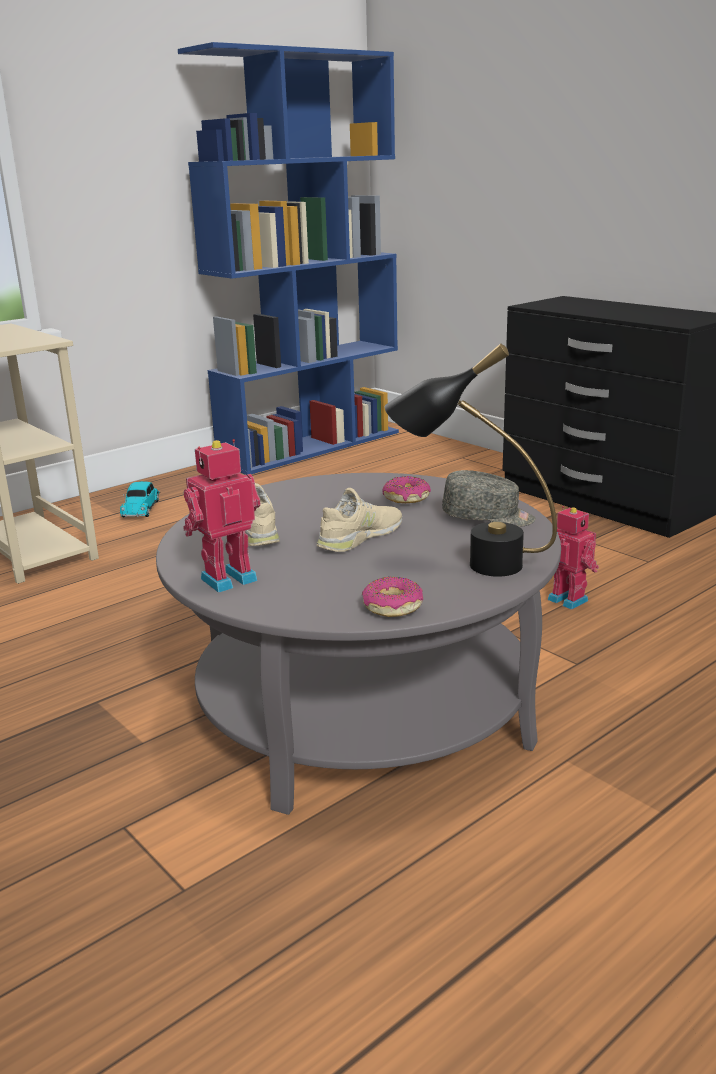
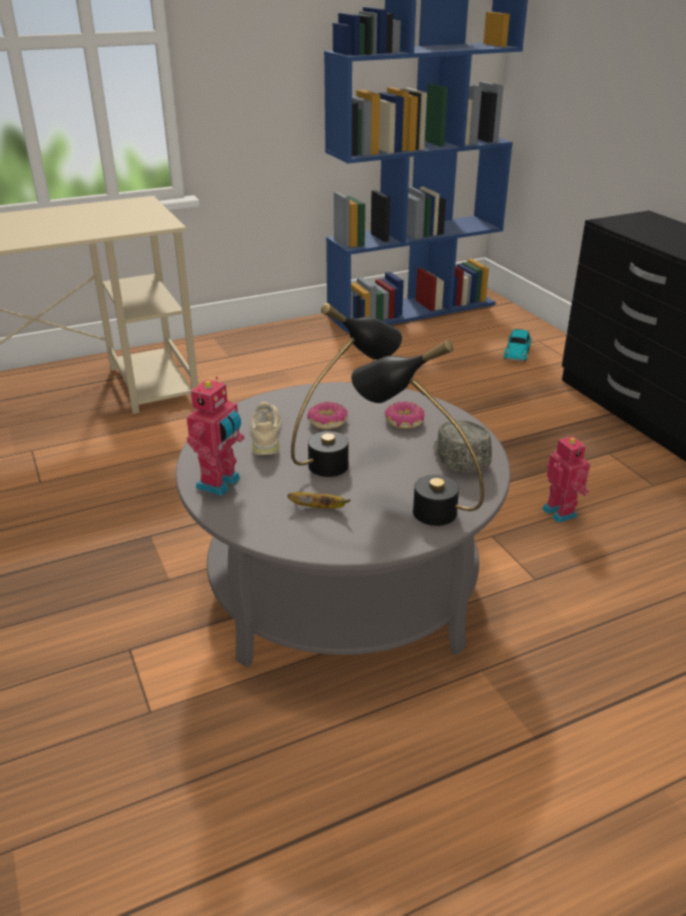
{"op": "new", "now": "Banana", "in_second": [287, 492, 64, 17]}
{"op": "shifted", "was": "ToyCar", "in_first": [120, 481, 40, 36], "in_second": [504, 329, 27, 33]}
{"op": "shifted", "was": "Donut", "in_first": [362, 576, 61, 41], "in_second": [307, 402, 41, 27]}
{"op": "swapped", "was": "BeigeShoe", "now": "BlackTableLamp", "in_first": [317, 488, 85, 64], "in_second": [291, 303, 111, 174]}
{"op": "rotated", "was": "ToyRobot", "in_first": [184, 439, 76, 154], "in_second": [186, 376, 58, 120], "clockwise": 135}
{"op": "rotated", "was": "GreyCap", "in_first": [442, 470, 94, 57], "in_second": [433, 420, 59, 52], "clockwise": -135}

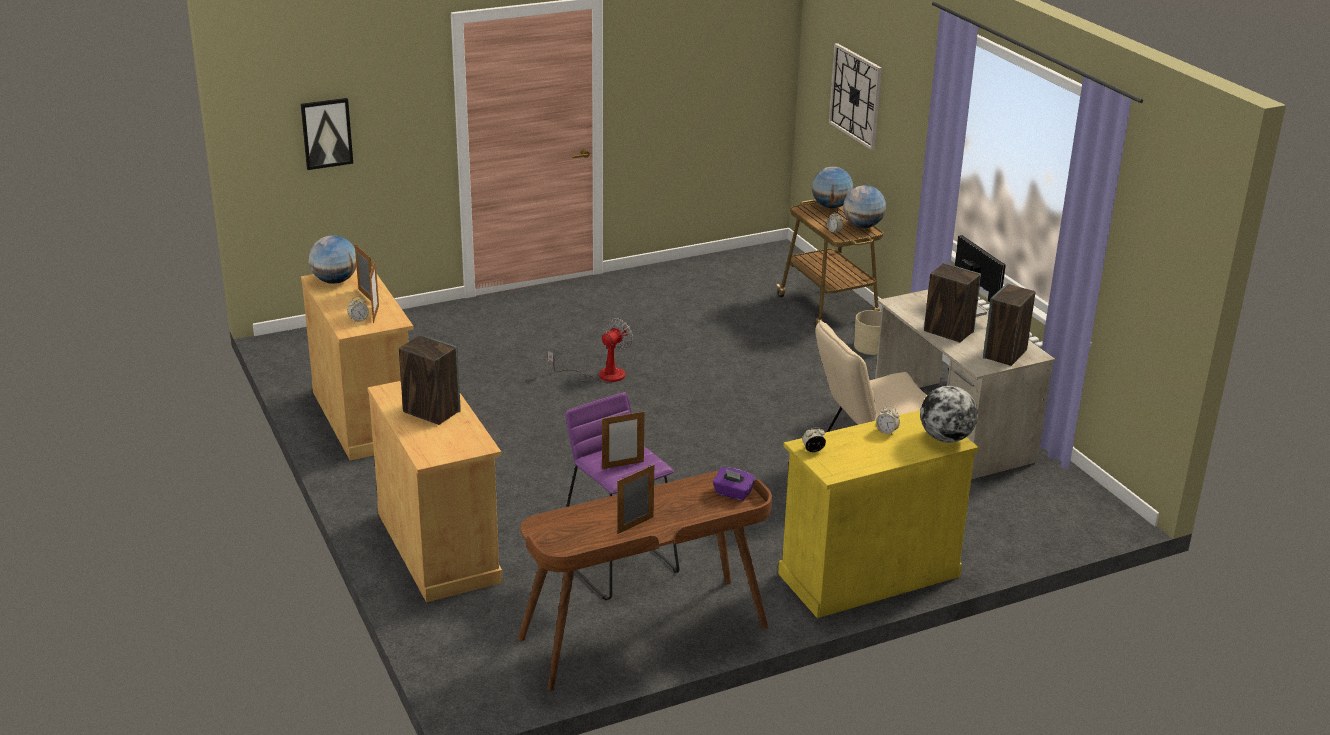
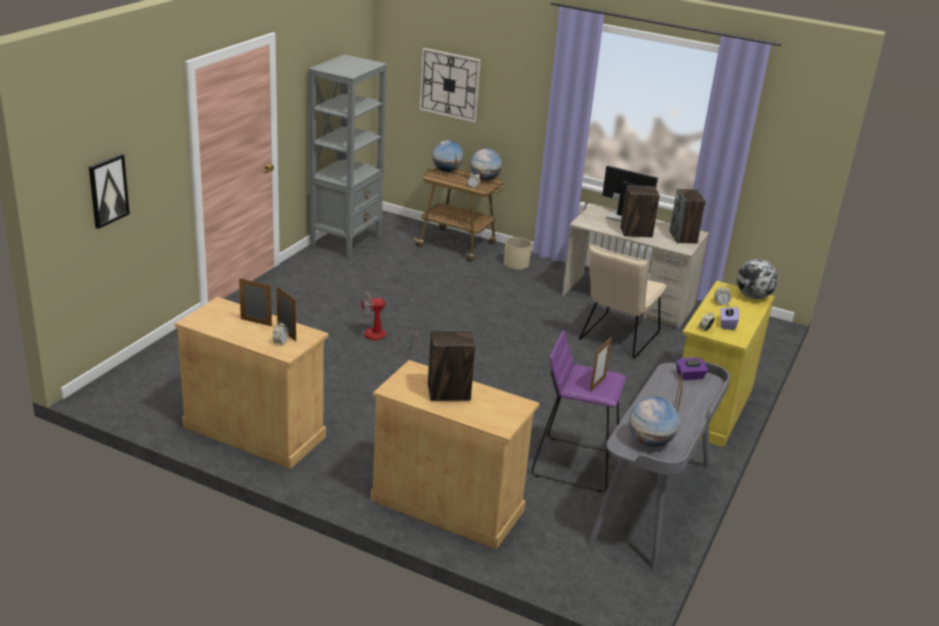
{"op": "new", "now": "GreyBookcase", "in_second": [308, 55, 80, 203]}
{"op": "new", "now": "PurpleTissueBox", "in_second": [720, 307, 19, 23]}
{"op": "shifted", "was": "Globe", "in_first": [309, 235, 48, 49], "in_second": [629, 397, 50, 50]}
{"op": "repainted", "was": "BrownDesk", "now": "GreyDesk", "in_first": [518, 471, 254, 220], "in_second": [587, 361, 143, 209]}
{"op": "rotated", "was": "Fan", "in_first": [547, 318, 86, 65], "in_second": [361, 291, 56, 61], "clockwise": -105}

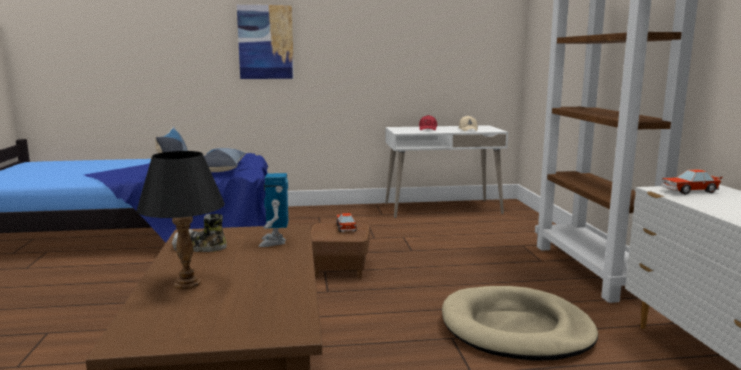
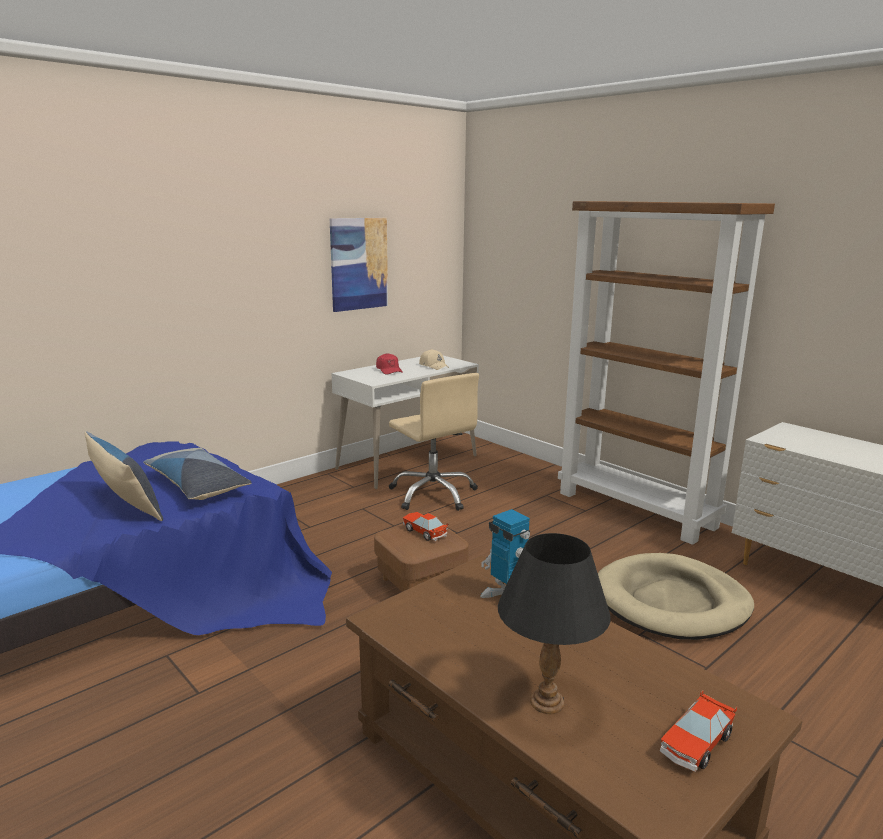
{"op": "gone", "was": "Shoe", "in_first": [172, 214, 55, 38]}
{"op": "new", "now": "BeigeOfficeChair", "in_second": [389, 373, 90, 138]}
{"op": "shifted", "was": "Picture", "in_first": [237, 5, 57, 74], "in_second": [330, 218, 58, 94]}
{"op": "shifted", "was": "ToyCar", "in_first": [661, 169, 62, 25], "in_second": [660, 690, 77, 82]}

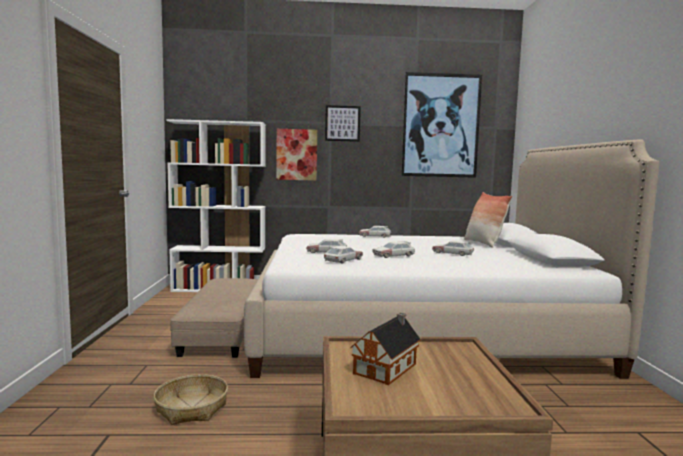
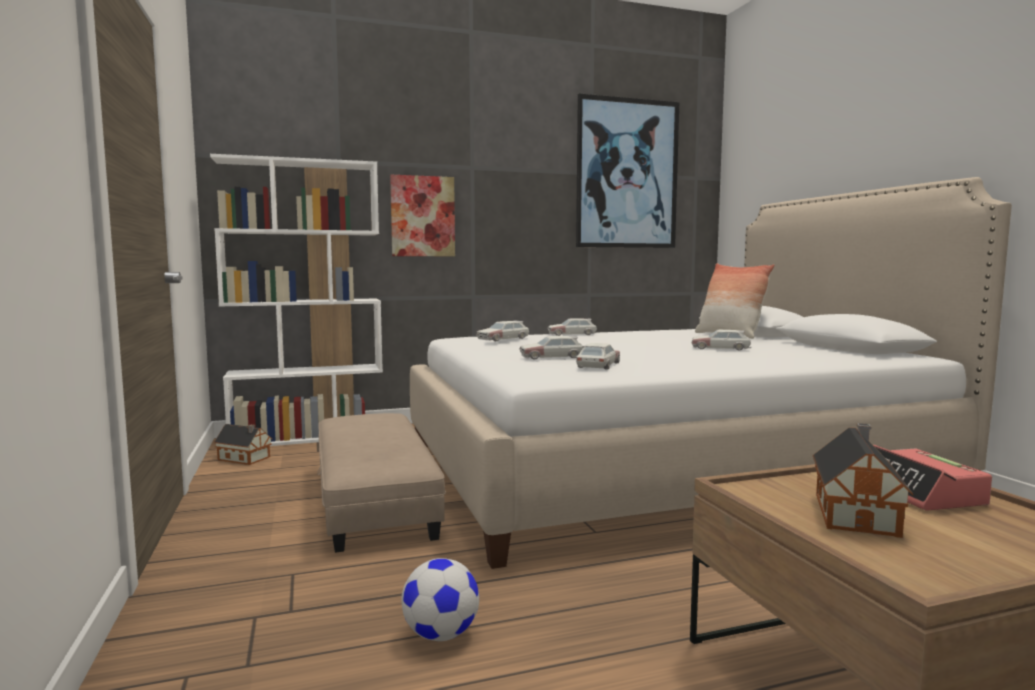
{"op": "gone", "was": "Picture", "in_first": [325, 105, 36, 37]}
{"op": "new", "now": "ToyHouse", "in_second": [214, 424, 58, 41]}
{"op": "new", "now": "AlarmClock", "in_second": [873, 445, 119, 66]}
{"op": "shifted", "was": "ToyCar", "in_first": [372, 241, 43, 17], "in_second": [476, 320, 53, 21]}
{"op": "swapped", "was": "Basket", "now": "Football", "in_first": [153, 374, 75, 51], "in_second": [401, 558, 78, 83]}

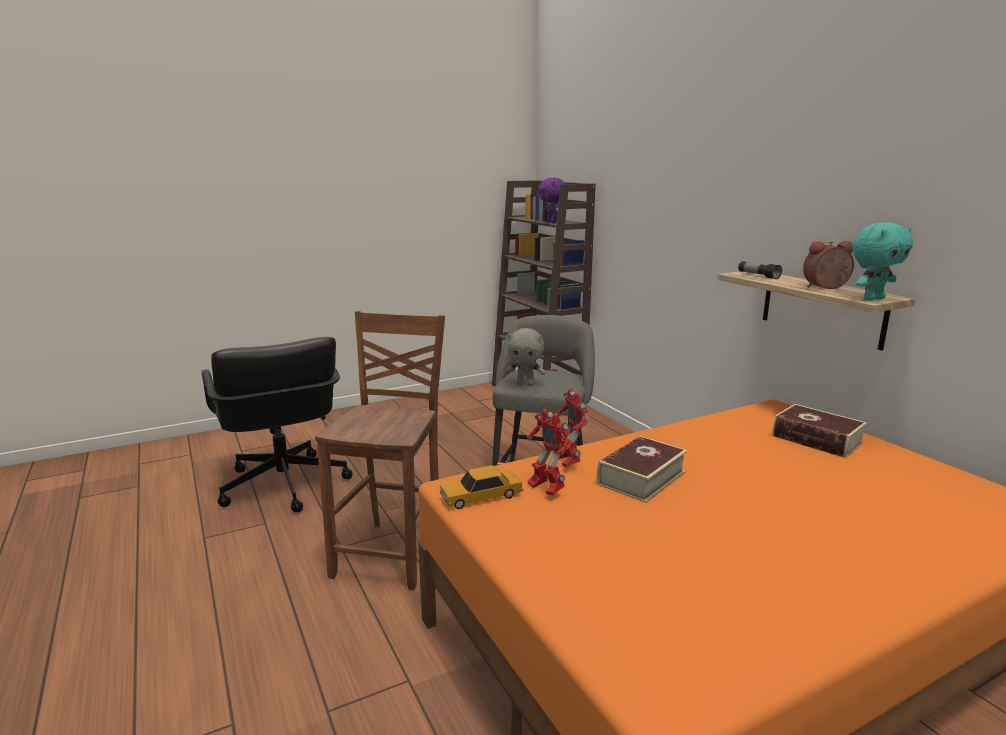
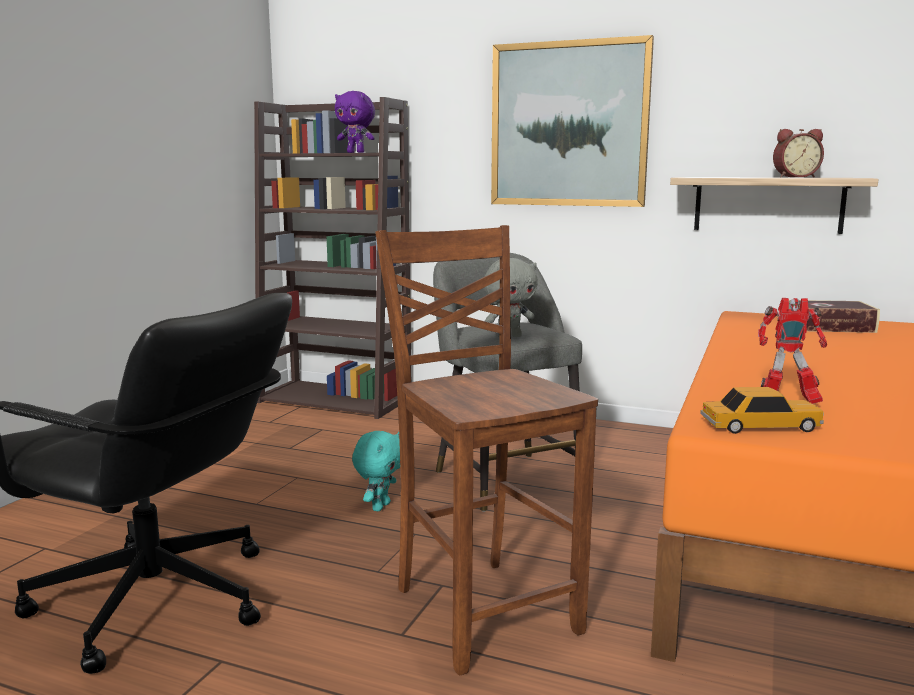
{"op": "gone", "was": "ToyRobot", "in_first": [556, 388, 34, 79]}
{"op": "gone", "was": "Book", "in_first": [597, 436, 91, 67]}
{"op": "gone", "was": "Flashlight", "in_first": [738, 261, 44, 18]}
{"op": "new", "now": "Picture", "in_second": [491, 35, 163, 172]}
{"op": "shifted", "was": "TurquoisePlushToy", "in_first": [853, 223, 60, 78], "in_second": [352, 431, 48, 80]}
{"op": "rotated", "was": "ToyCar", "in_first": [440, 465, 84, 44], "in_second": [700, 387, 124, 47], "clockwise": -120}
{"op": "rotated", "was": "AlarmClock", "in_first": [803, 241, 51, 48], "in_second": [773, 129, 51, 48], "clockwise": -135}

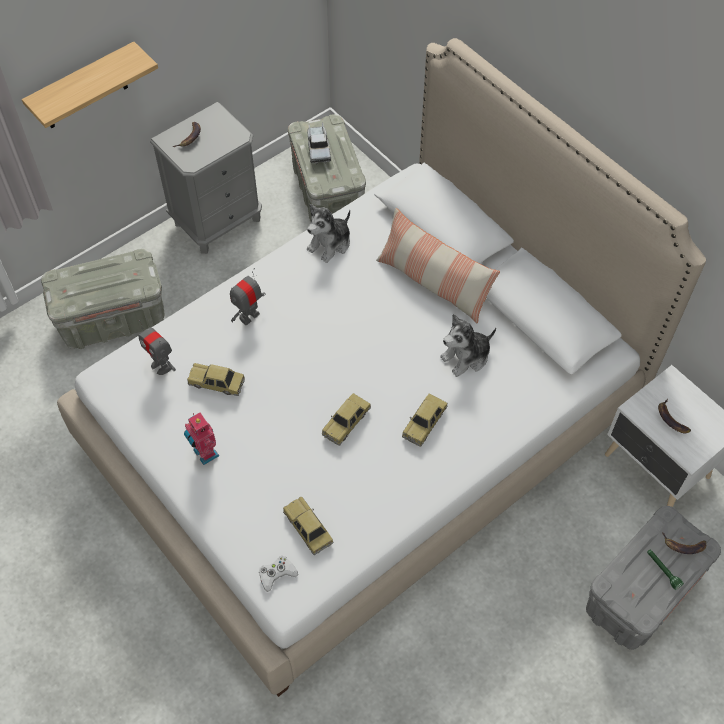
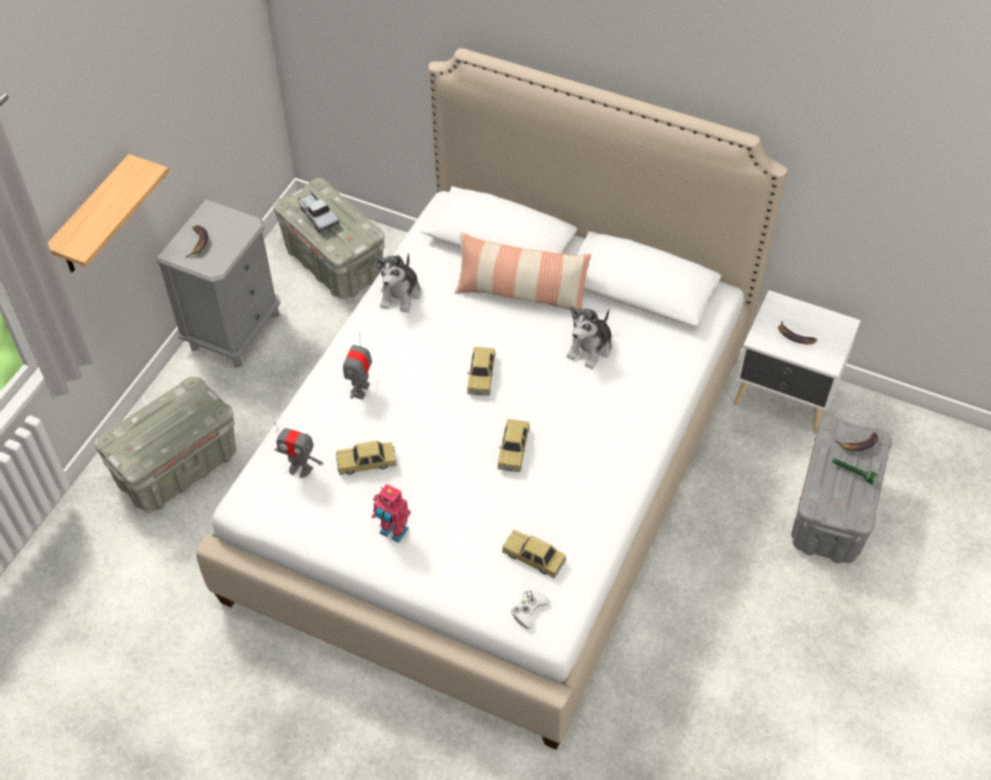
{"op": "shifted", "was": "ToyCar", "in_first": [402, 393, 46, 54], "in_second": [467, 347, 28, 49]}

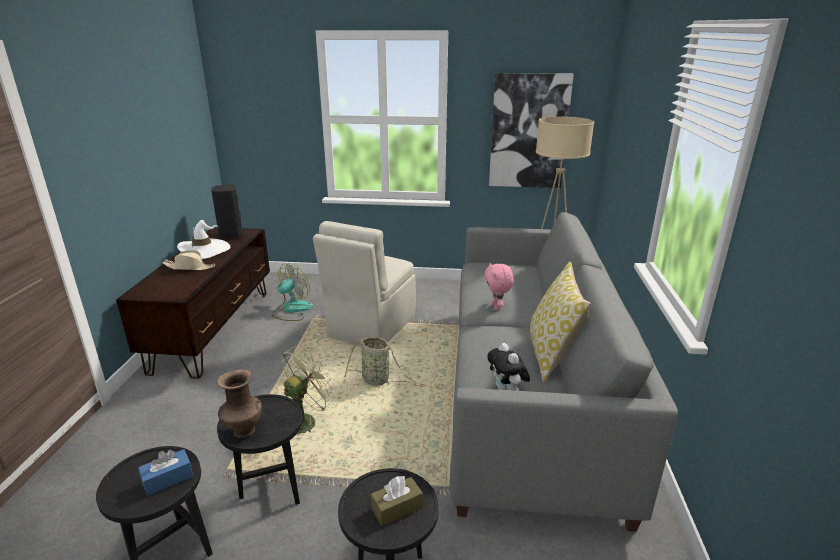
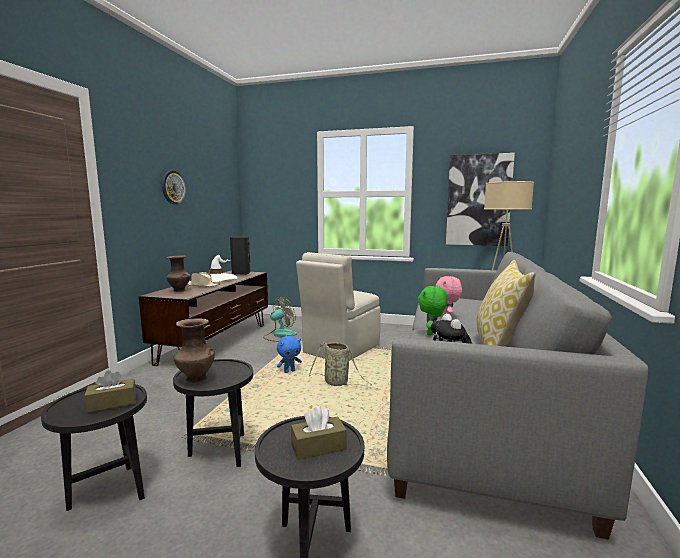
{"op": "gone", "was": "GreenFan", "in_first": [282, 347, 54, 87]}
{"op": "new", "now": "WallClock", "in_second": [162, 171, 24, 33]}
{"op": "new", "now": "BrownVase", "in_second": [166, 255, 25, 37]}
{"op": "new", "now": "BluePlushToy", "in_second": [277, 336, 25, 37]}
{"op": "new", "now": "GreenPlushToy", "in_second": [418, 286, 29, 49]}
{"op": "repainted", "was": "BlueTissueBox", "now": "BrownTissueBox", "in_first": [138, 449, 55, 47], "in_second": [84, 370, 52, 43]}

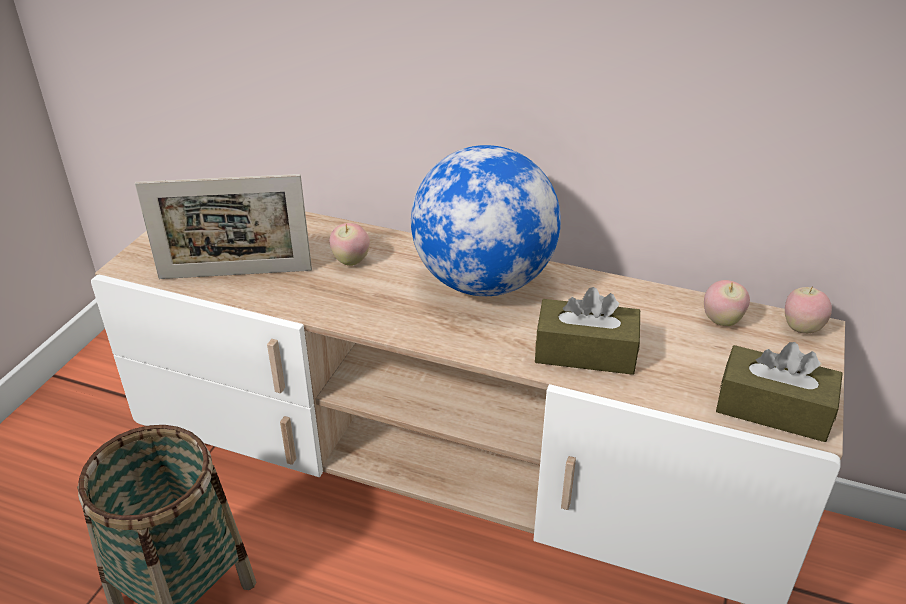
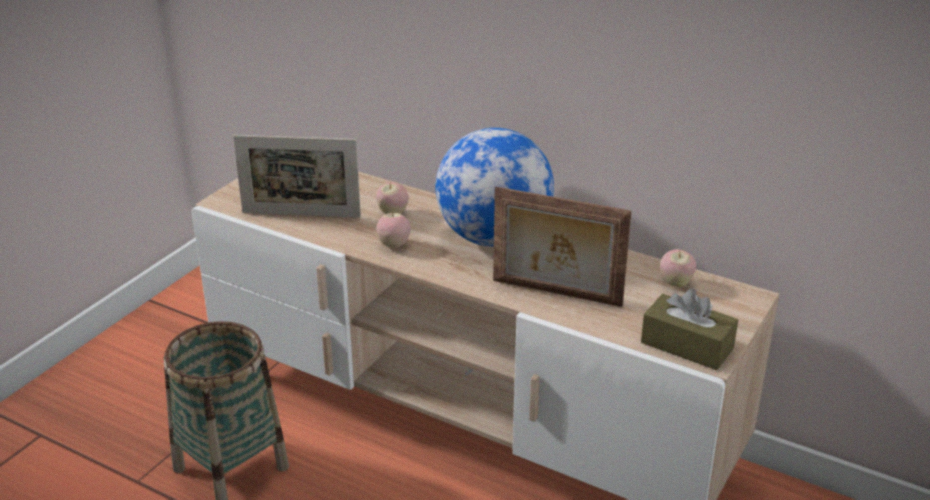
{"op": "shifted", "was": "Apple", "in_first": [785, 286, 47, 48], "in_second": [376, 213, 35, 35]}
{"op": "swapped", "was": "BrownTissueBox", "now": "PictureFrame", "in_first": [535, 287, 105, 88], "in_second": [493, 187, 138, 120]}

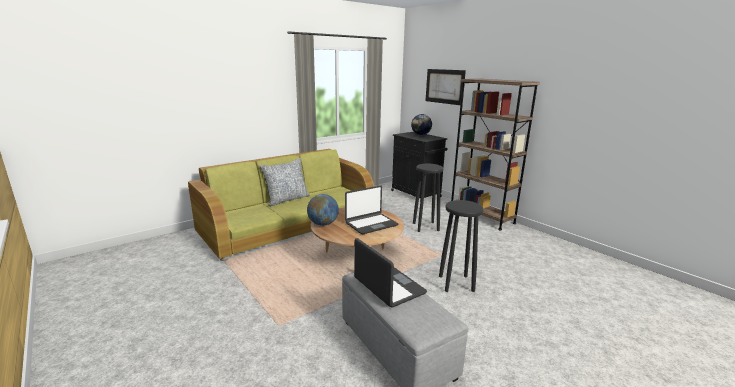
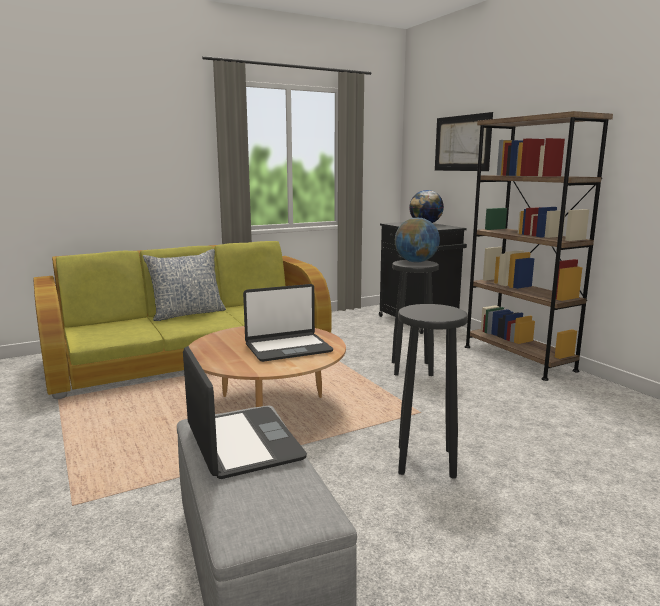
{"op": "shifted", "was": "Globe", "in_first": [307, 194, 32, 32], "in_second": [395, 218, 45, 45]}

